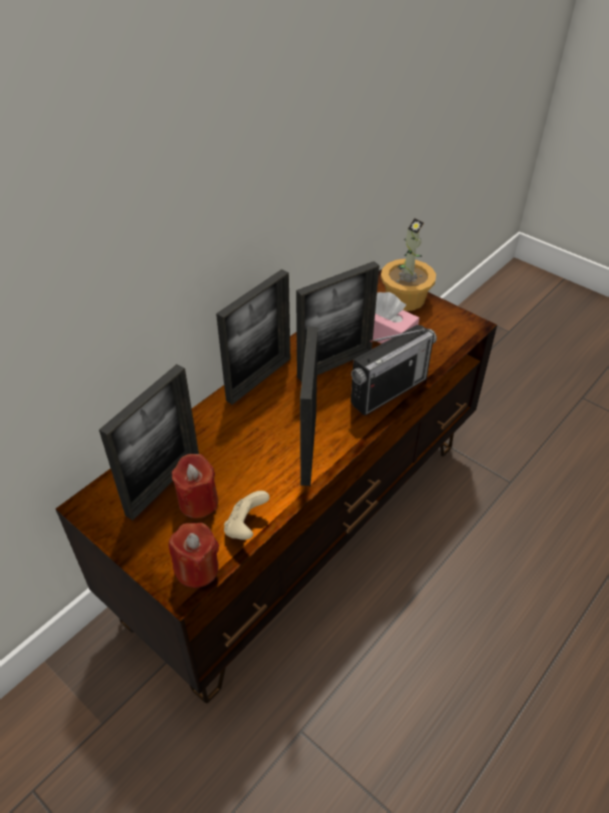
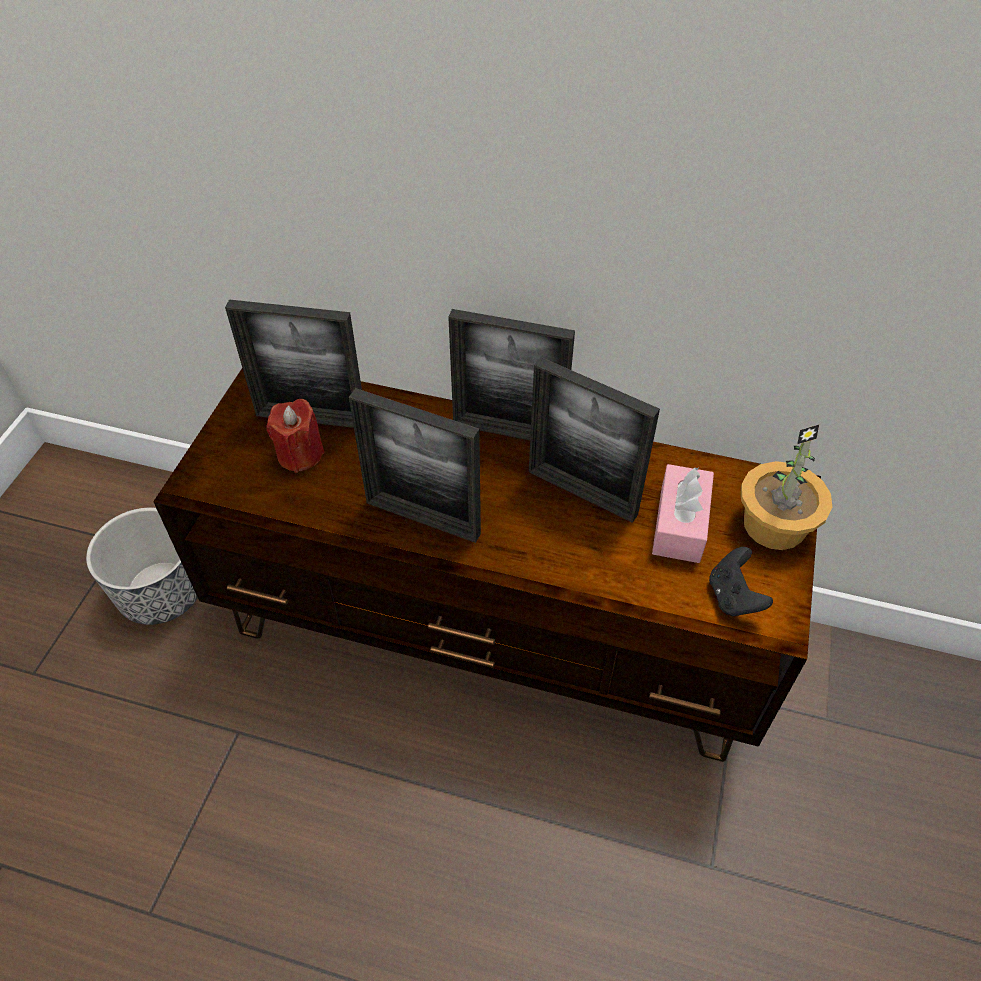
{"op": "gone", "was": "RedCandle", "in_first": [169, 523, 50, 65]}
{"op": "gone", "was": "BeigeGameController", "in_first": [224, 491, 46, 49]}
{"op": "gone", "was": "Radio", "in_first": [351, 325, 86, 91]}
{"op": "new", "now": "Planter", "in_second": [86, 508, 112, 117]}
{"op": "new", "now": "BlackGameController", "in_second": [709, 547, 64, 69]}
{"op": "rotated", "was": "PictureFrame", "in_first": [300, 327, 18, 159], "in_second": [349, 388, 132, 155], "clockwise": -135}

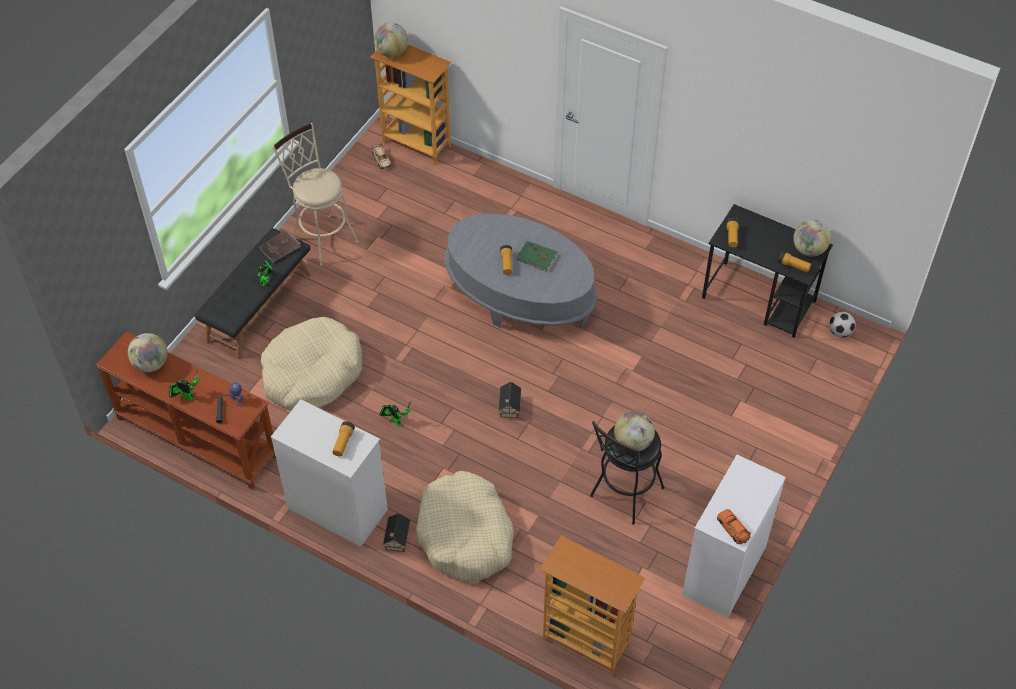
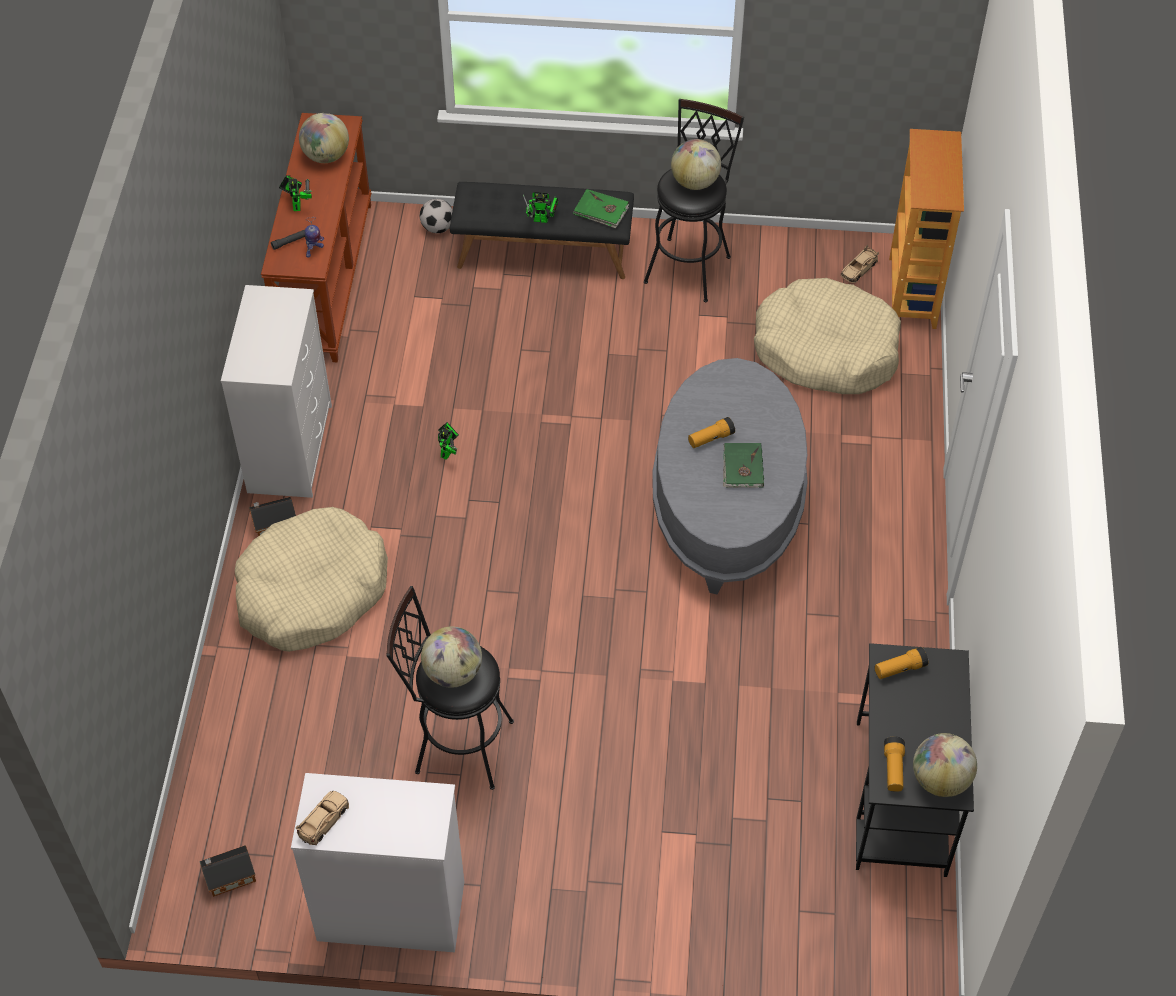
{"op": "gone", "was": "Flashlight", "in_first": [333, 421, 22, 36]}
{"op": "gone", "was": "Bookcase", "in_first": [540, 536, 105, 140]}
{"op": "shifted", "was": "BeigeDogBed", "in_first": [261, 317, 101, 94], "in_second": [754, 278, 147, 116]}
{"op": "shifted", "was": "Globe", "in_first": [374, 23, 34, 34], "in_second": [671, 139, 50, 51]}
{"op": "shifted", "was": "ToyHouse", "in_first": [499, 382, 22, 36], "in_second": [199, 845, 57, 52]}
{"op": "shifted", "was": "Football", "in_first": [829, 312, 27, 26], "in_second": [420, 199, 33, 34]}
{"op": "repainted", "was": "BrownBook", "now": "GreenBook", "in_first": [258, 230, 43, 33], "in_second": [573, 189, 56, 39]}
{"op": "repainted", "was": "BeigeStool", "now": "BlackStool", "in_first": [273, 123, 86, 143], "in_second": [644, 99, 100, 203]}
{"op": "repainted", "was": "OrangeToyCar", "now": "BeigeToyCar", "in_first": [717, 509, 34, 35], "in_second": [295, 791, 54, 54]}

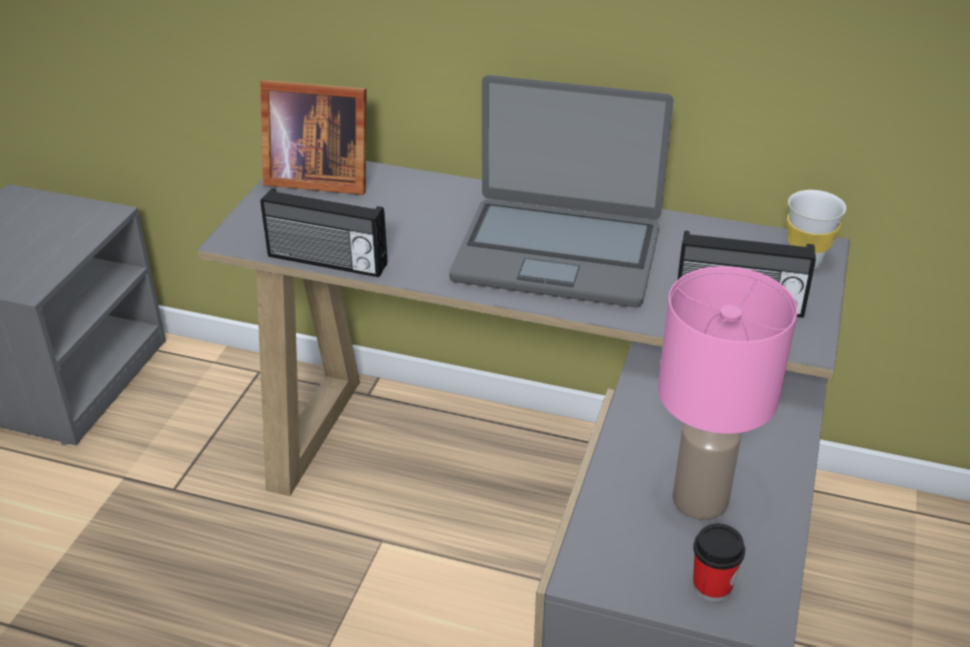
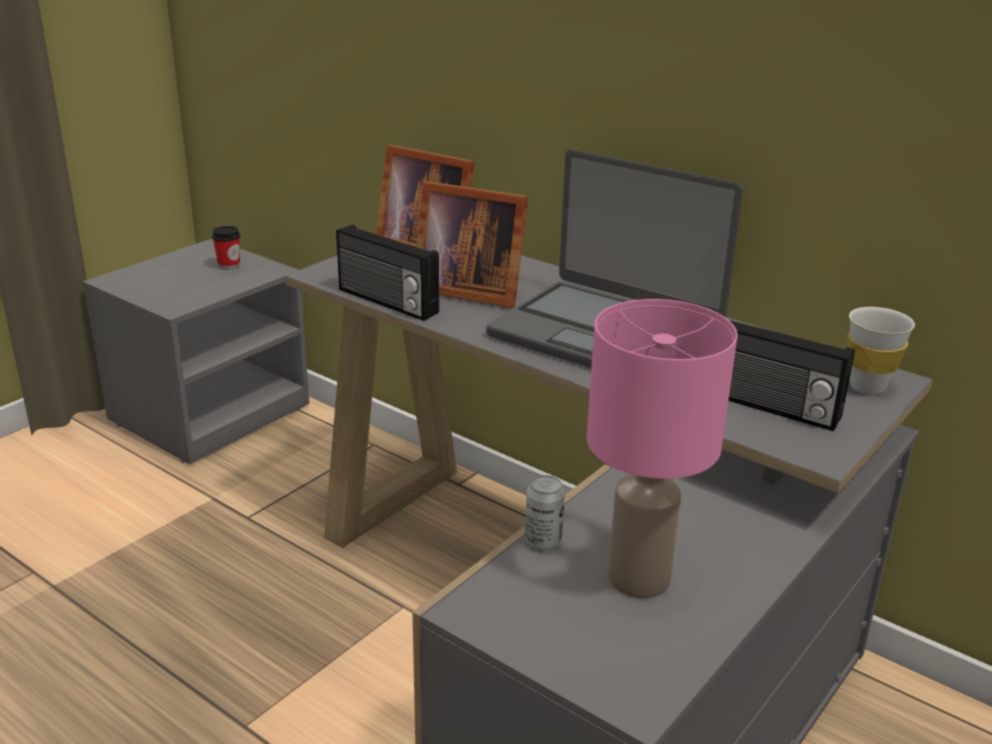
{"op": "new", "now": "PictureFrame", "in_second": [416, 181, 112, 127]}
{"op": "new", "now": "Can", "in_second": [525, 475, 40, 75]}
{"op": "shifted", "was": "Cup", "in_first": [693, 524, 52, 78], "in_second": [212, 226, 28, 44]}

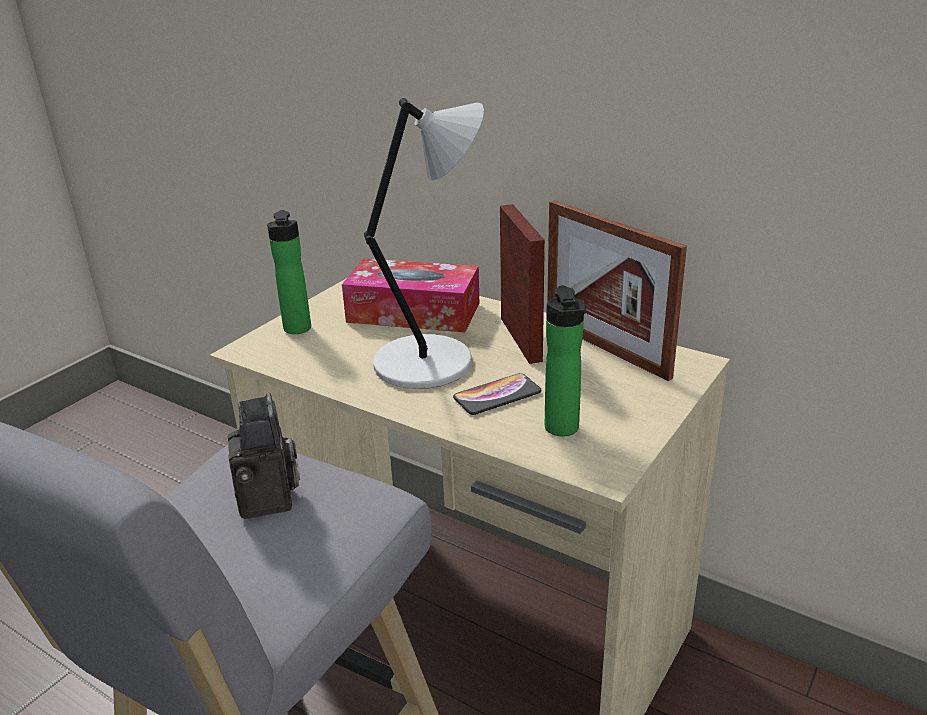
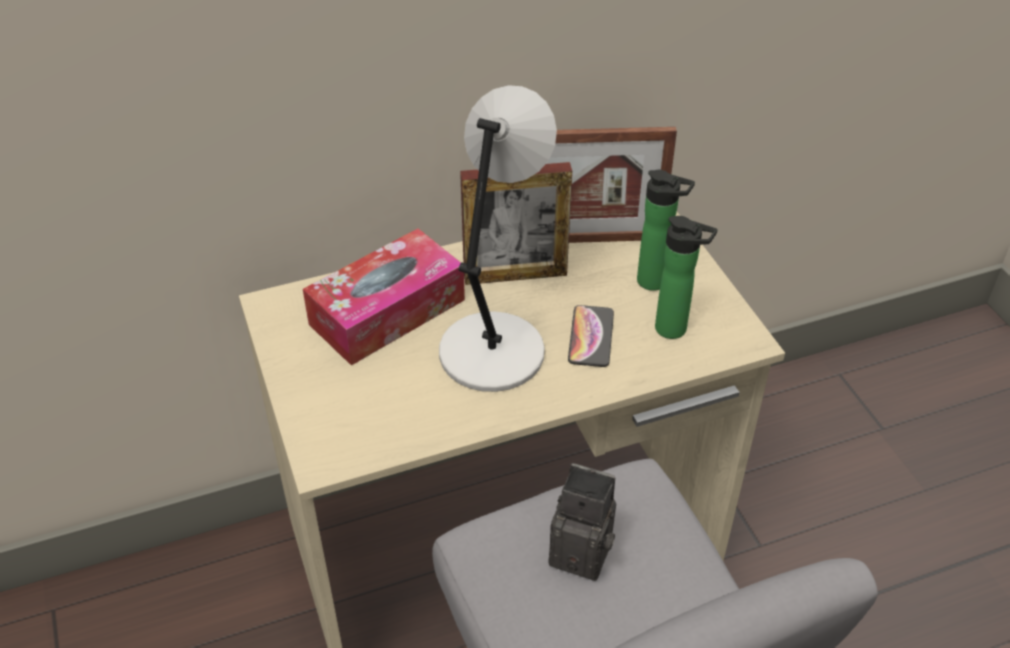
{"op": "shifted", "was": "Bottle", "in_first": [267, 210, 44, 124], "in_second": [637, 170, 58, 121]}
{"op": "rotated", "was": "PictureFrame", "in_first": [500, 204, 45, 160], "in_second": [460, 162, 112, 123], "clockwise": 150}

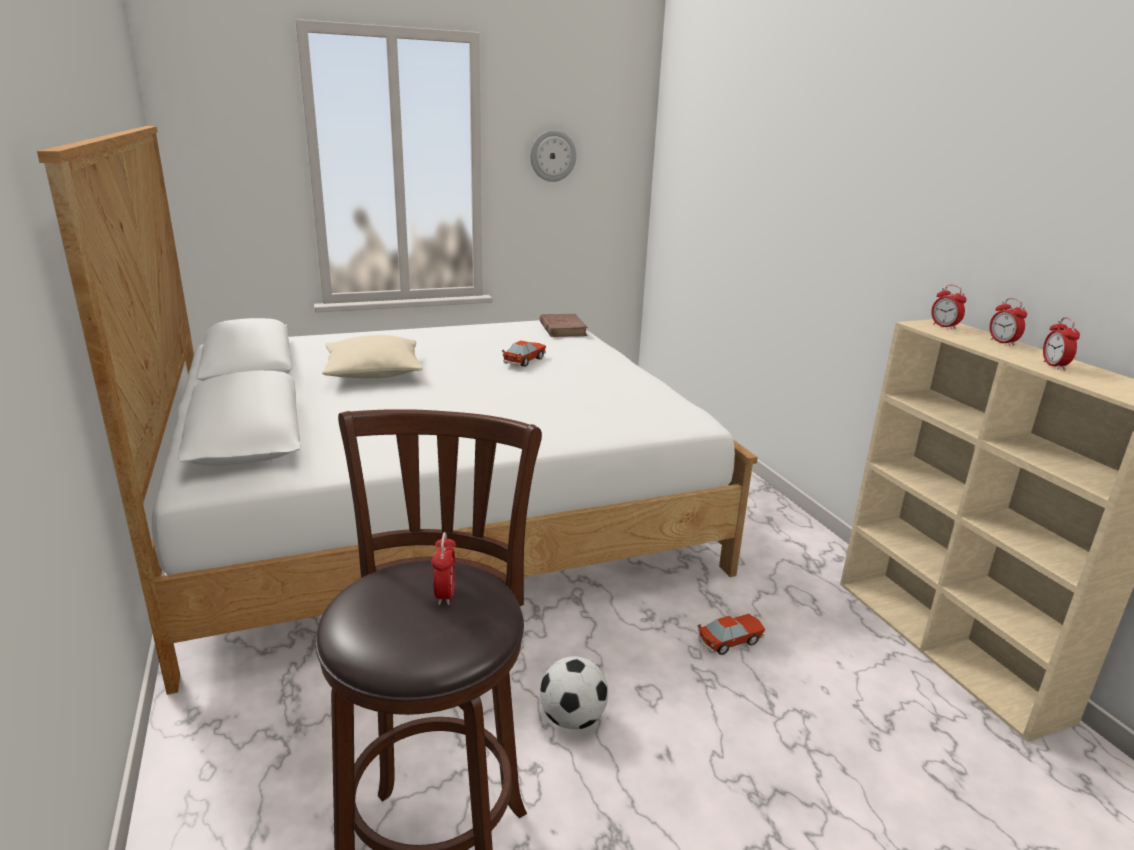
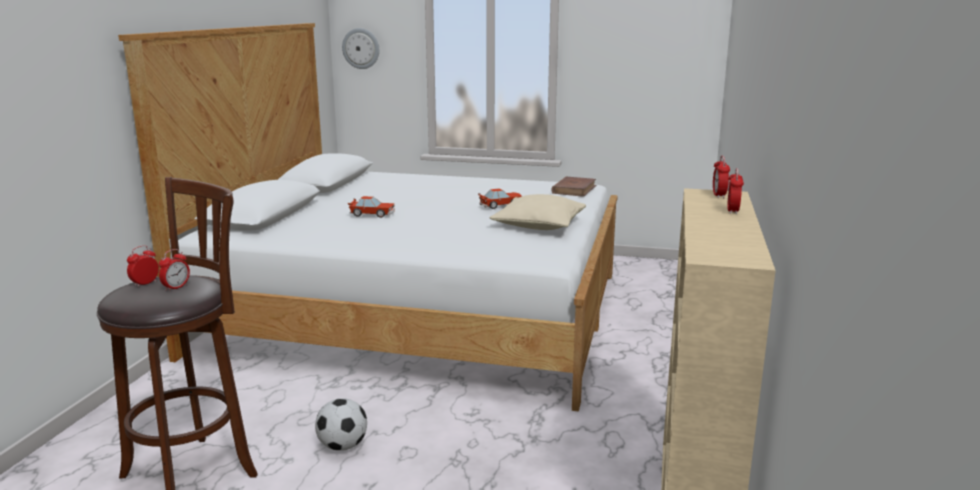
{"op": "shifted", "was": "BeigePillow", "in_first": [322, 335, 101, 43], "in_second": [489, 194, 97, 36]}
{"op": "shifted", "was": "WallClock", "in_first": [530, 130, 46, 52], "in_second": [342, 28, 37, 41]}
{"op": "shifted", "was": "ToyCar", "in_first": [698, 614, 67, 41], "in_second": [348, 196, 47, 22]}
{"op": "shifted", "was": "AlarmClock", "in_first": [1043, 317, 37, 53], "in_second": [127, 245, 32, 42]}

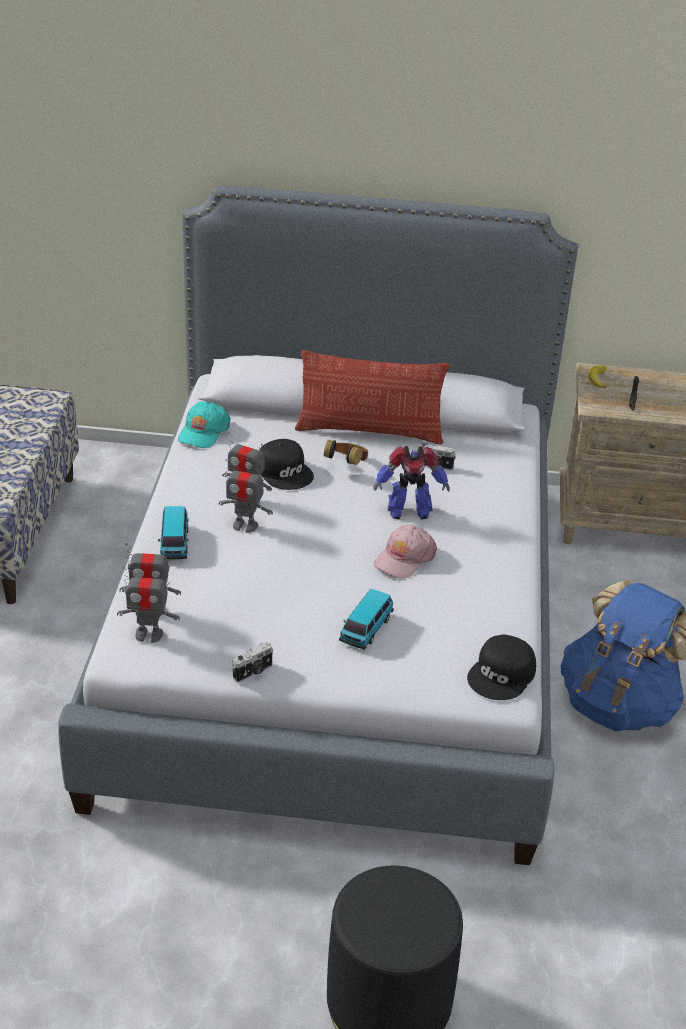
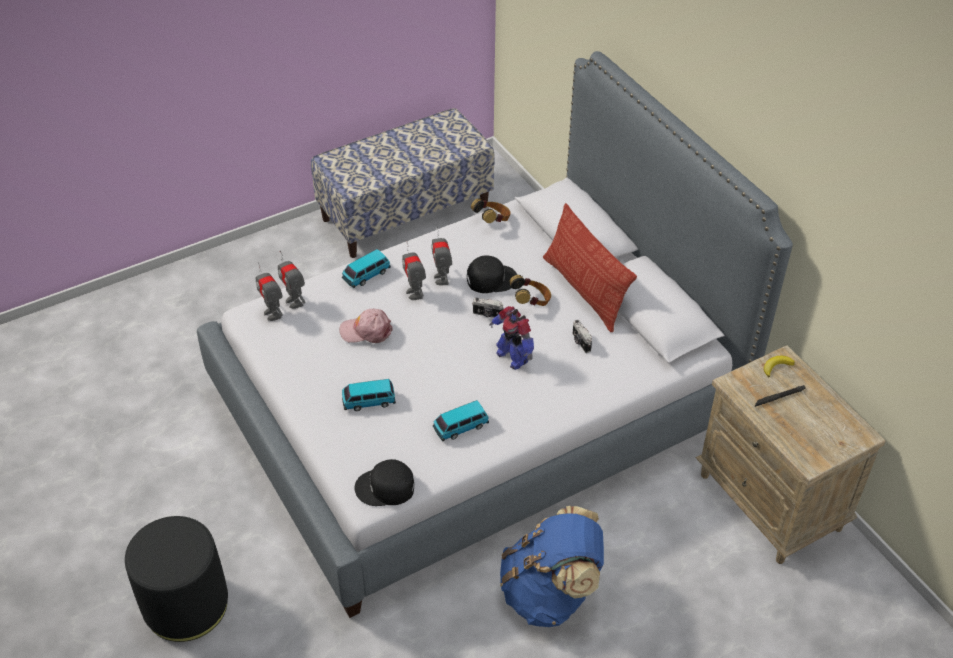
{"op": "new", "now": "ToyCar", "in_second": [433, 400, 56, 41]}
{"op": "shifted", "was": "PhotoCamera", "in_first": [233, 642, 40, 41], "in_second": [472, 298, 32, 20]}
{"op": "shifted", "was": "PinkCap", "in_first": [374, 524, 63, 55], "in_second": [339, 309, 54, 34]}
{"op": "swapped", "was": "TurquoiseCap", "now": "Headphones", "in_first": [178, 401, 53, 47], "in_second": [471, 198, 40, 25]}
{"op": "rotated", "was": "BlackCap", "in_first": [259, 439, 55, 51], "in_second": [467, 256, 50, 37], "clockwise": -120}

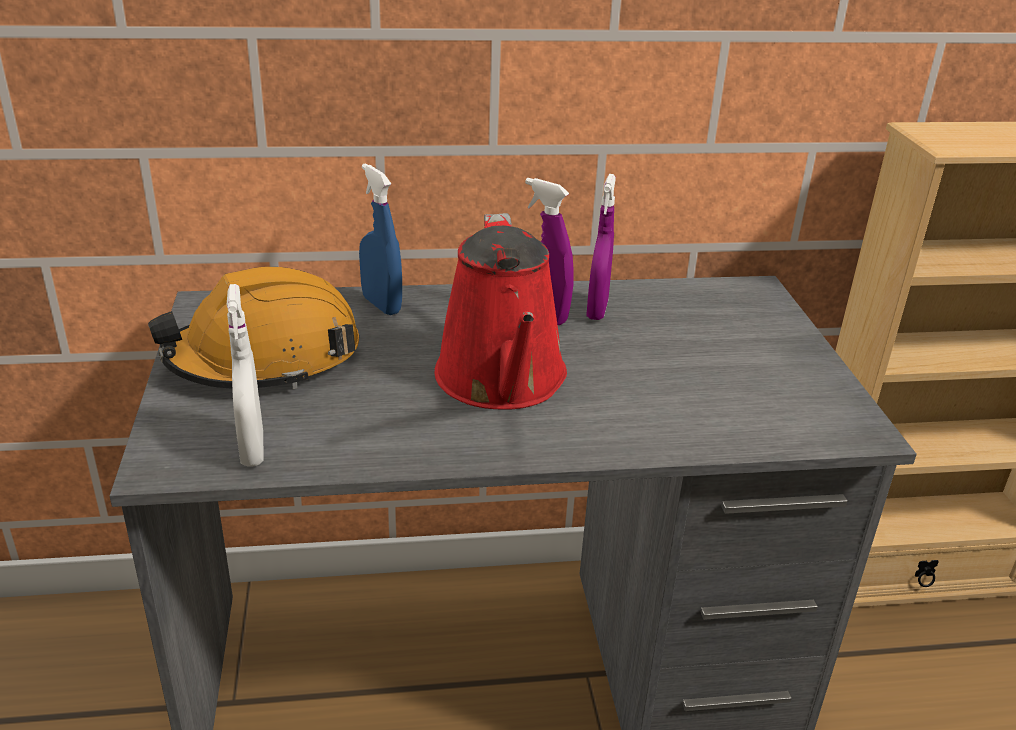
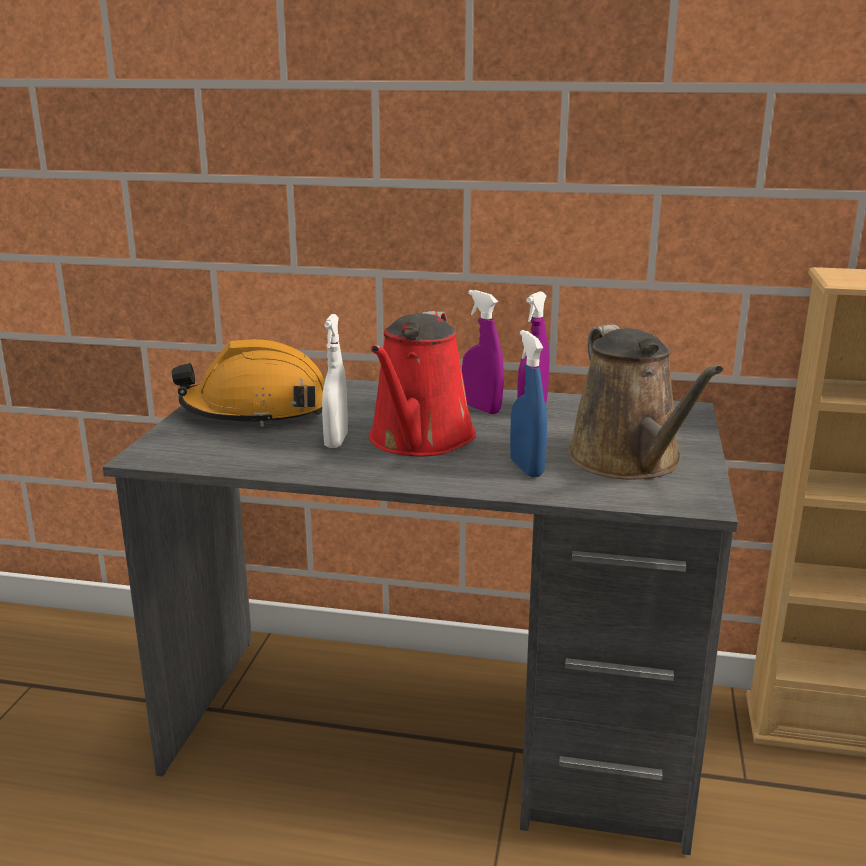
{"op": "new", "now": "BrownWateringCan", "in_second": [567, 324, 157, 156]}
{"op": "shifted", "was": "WhiteSprayBottle", "in_first": [227, 284, 37, 182], "in_second": [322, 314, 26, 134]}
{"op": "shifted", "was": "BlueSprayBottle", "in_first": [359, 164, 43, 151], "in_second": [510, 330, 37, 147]}

